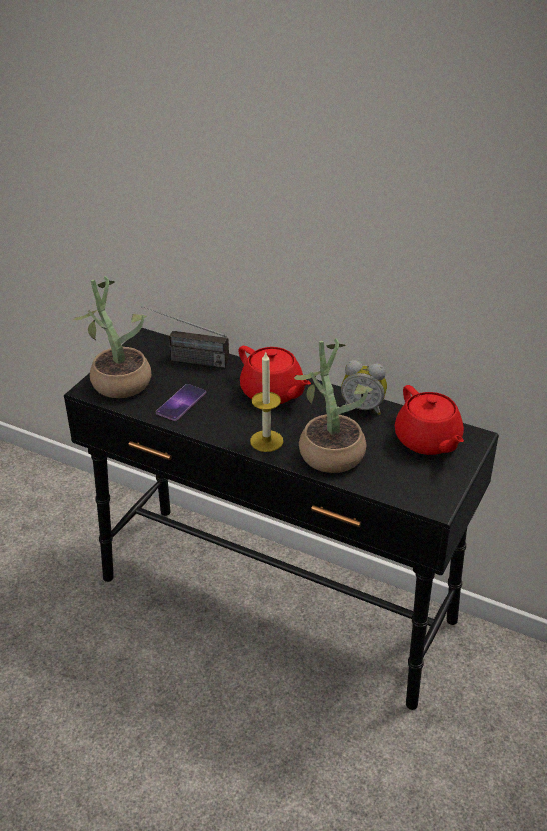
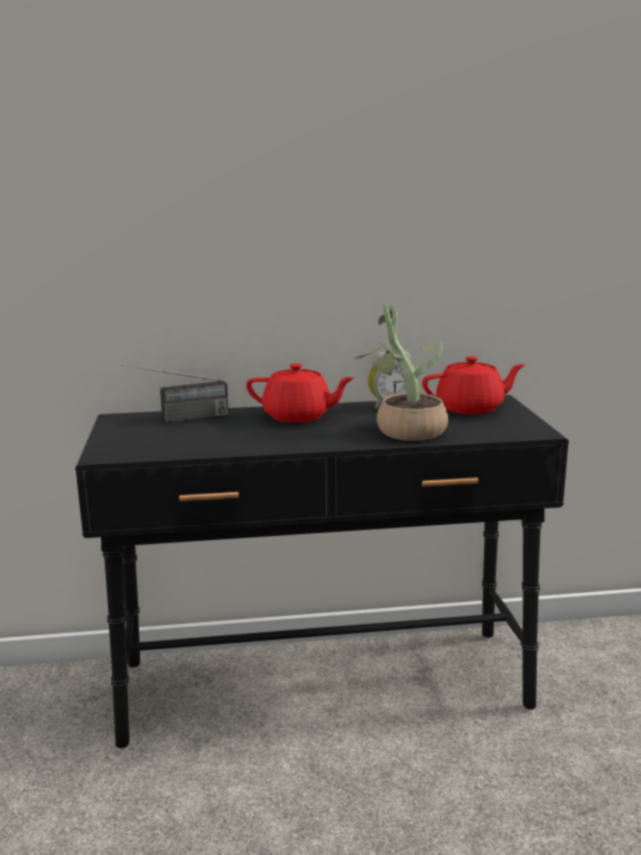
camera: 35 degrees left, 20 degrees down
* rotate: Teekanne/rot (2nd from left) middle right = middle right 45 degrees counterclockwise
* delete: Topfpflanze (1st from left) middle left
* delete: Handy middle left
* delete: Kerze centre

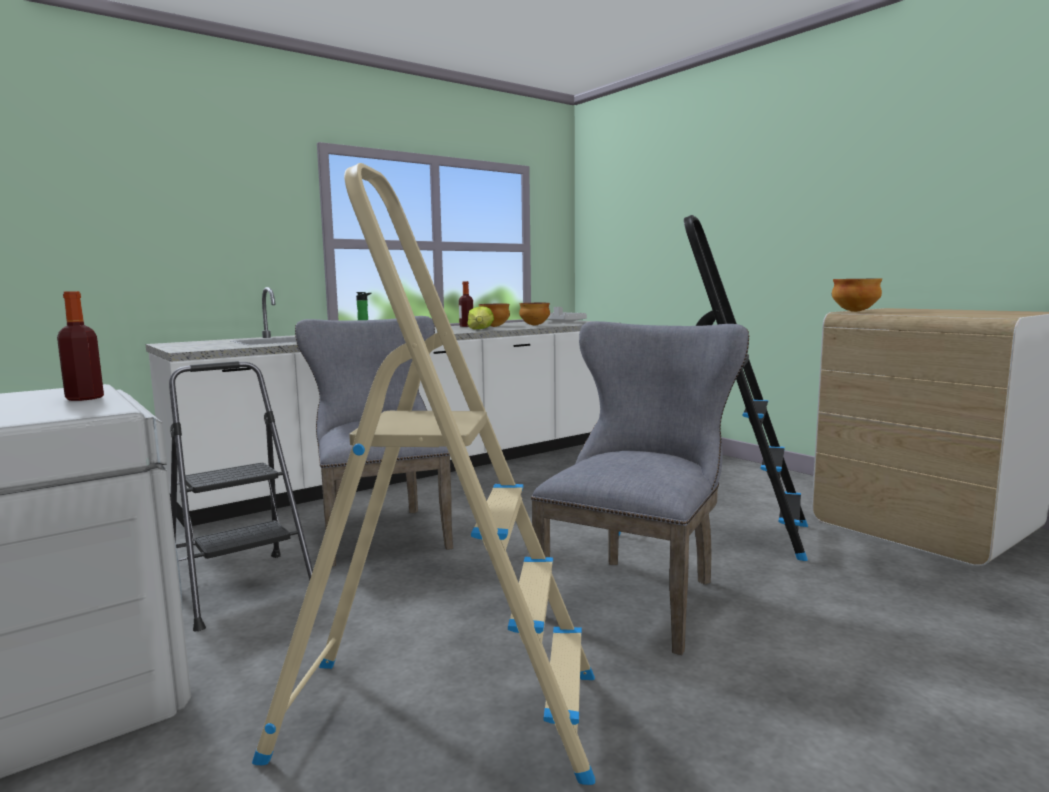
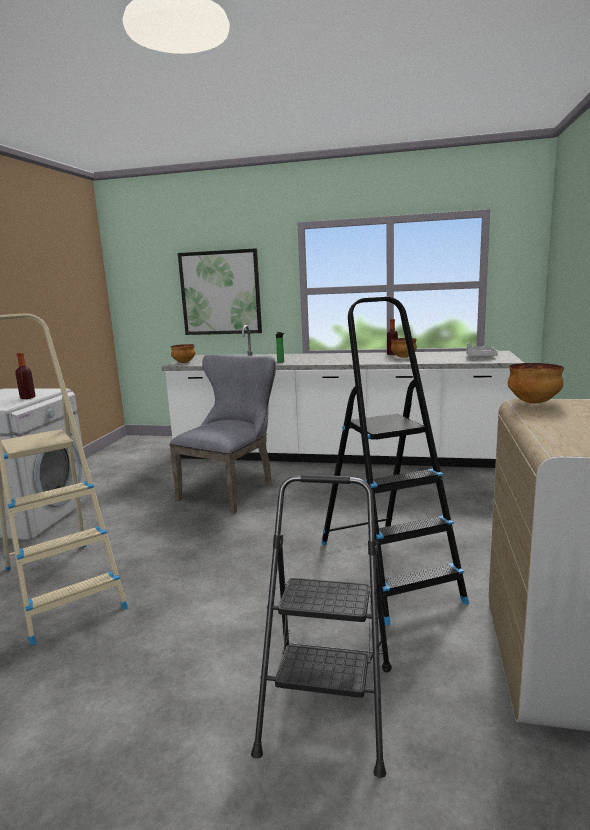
camera: 50 degrees right, 5 degrees up
* move: Schüssel (2nd from left in the first image) centre to Schüssel (1st from left) middle left
* insert: Bild centre
* move: Trittleiter/schwarz (1st from left) middle left to bottom centre
* delete: Salatkopf centre
* delete: Stuhl/grau (2nd from left) centre

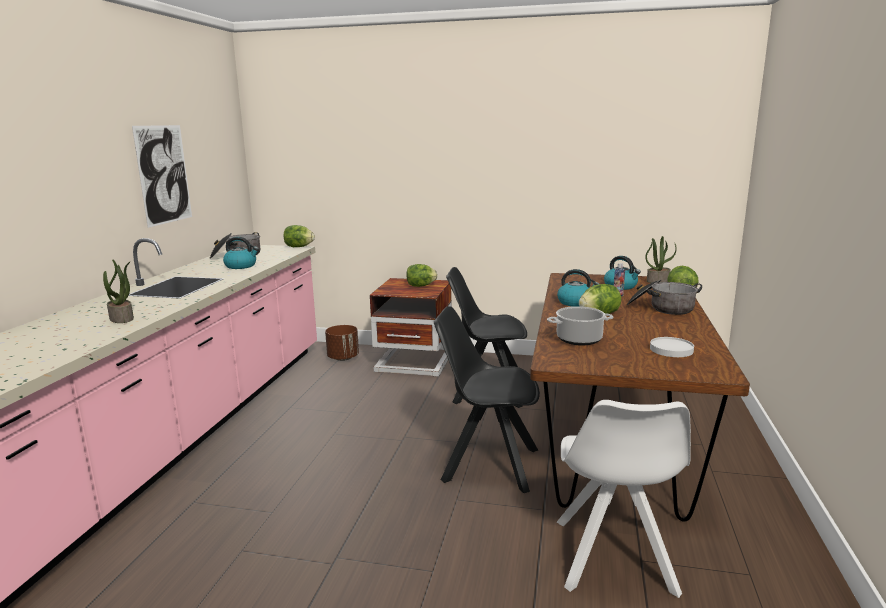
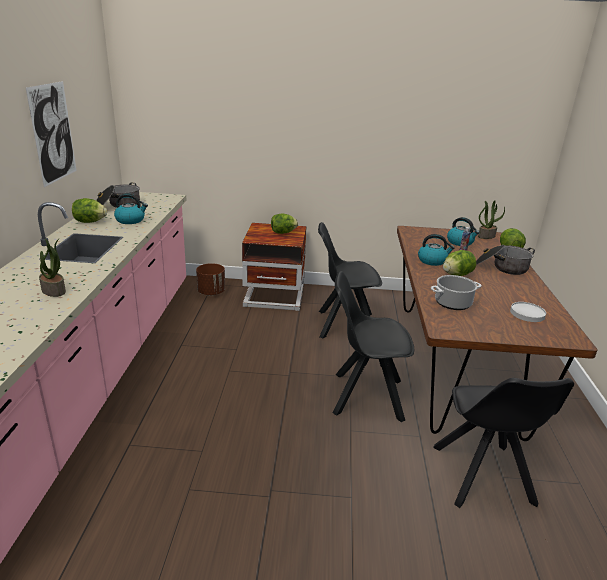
camera: 10 degrees left, 10 degrees up
* move: Salatkopf (1st from left) centre to middle left
* recolor: Stuhl/weiß bottom right to Stuhl/schwarz (3rd from left) bottom right

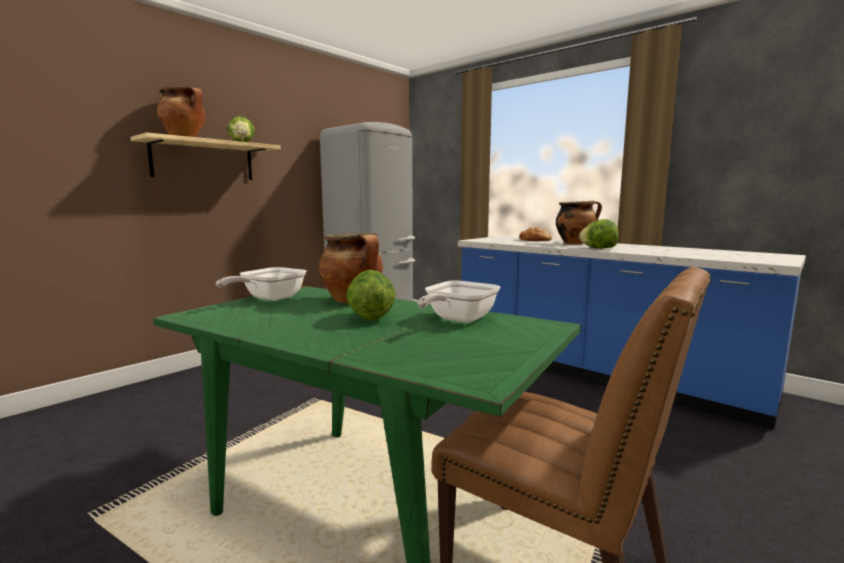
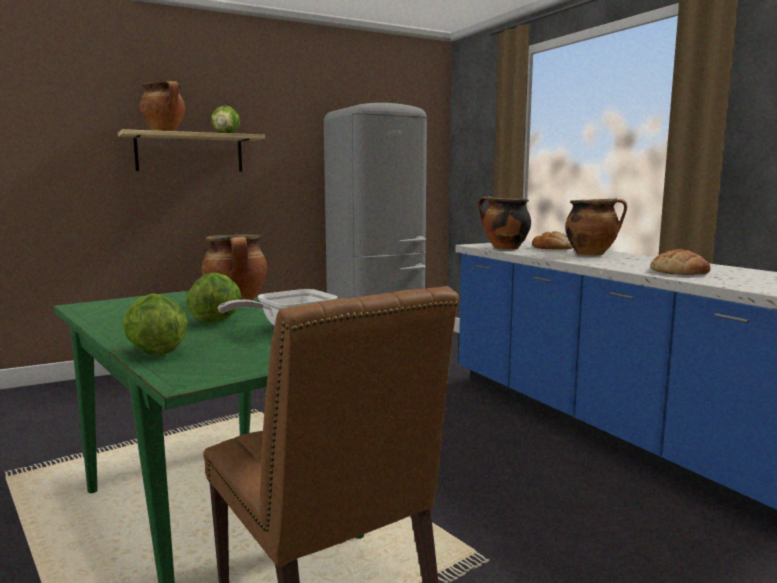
camera: 20 degrees right, 0 degrees up
* move: Salatkopf (3rd from left in the first image) middle right to Salatkopf (1st from left) middle left
* insert: Kochtopf (3rd from left) centre
* insert: Brot (2nd from left) middle right
* delete: Pfanne (1st from left) middle left

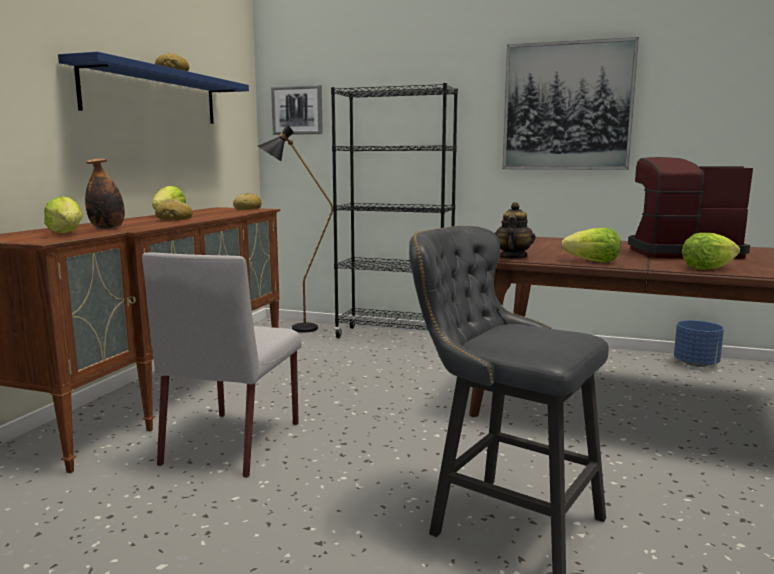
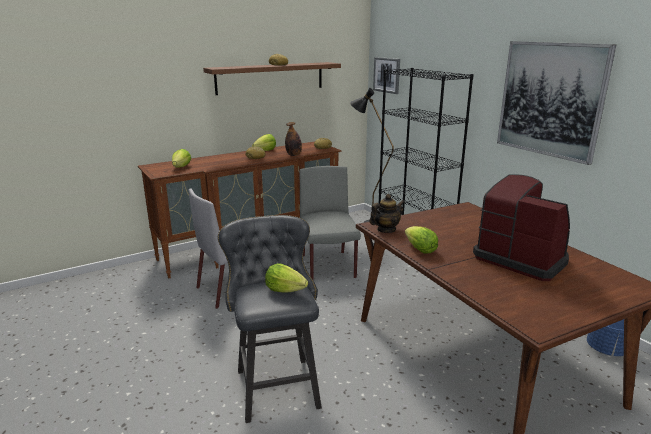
camera: 40 degrees right, 10 degrees up
* recolor: Wandregal/blau top left to Wandregal/braun top centre
* move: Salatkopf (4th from left in the first image) middle right to Salatkopf (3rd from left) centre
* move: Flasche middle left to top centre
* insert: Stuhl/grau (2nd from left) centre

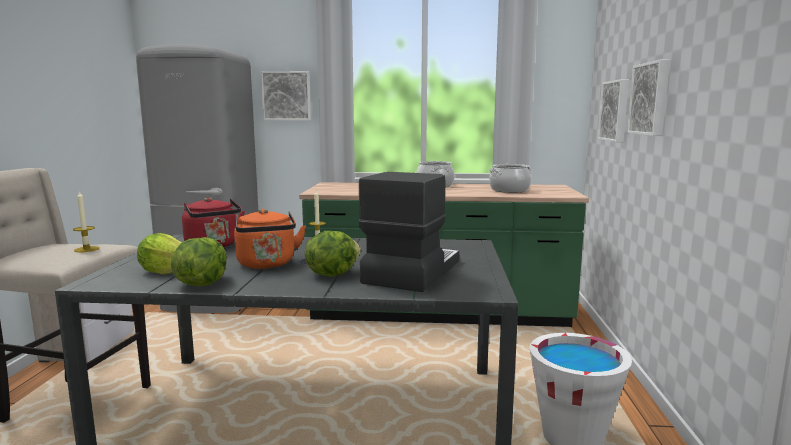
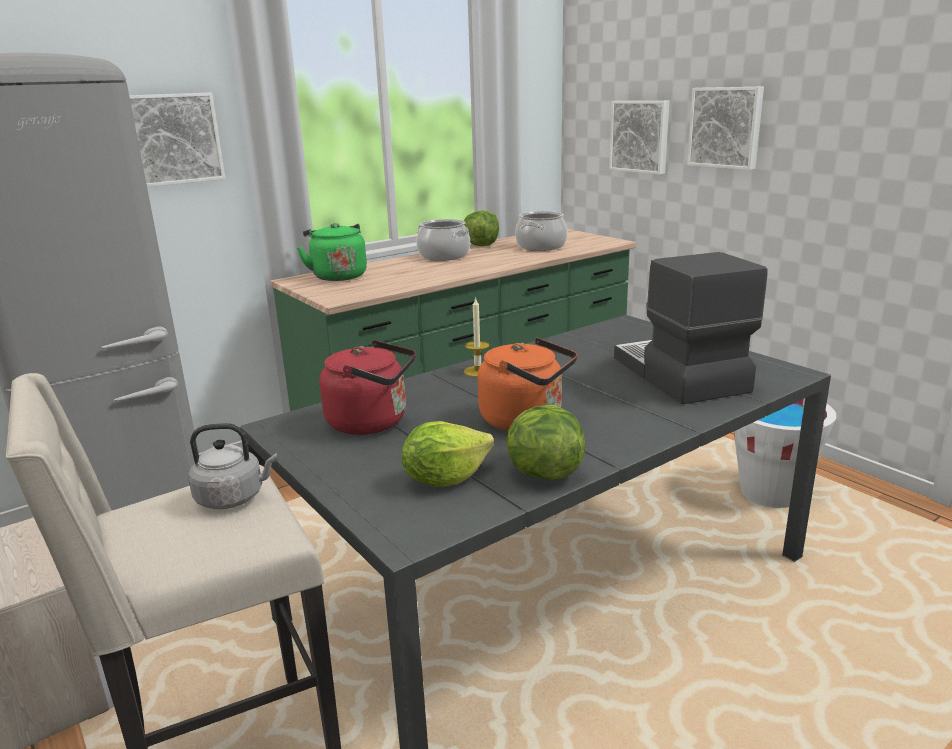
camera: 40 degrees left, 10 degrees up
* replace: Kerze (1st from left) middle left to Wasserkessel/grau middle left
* insert: Wasserkessel/grün centre
* move: Salatkopf (3rd from left in the first image) centre to Salatkopf (2nd from left) top centre

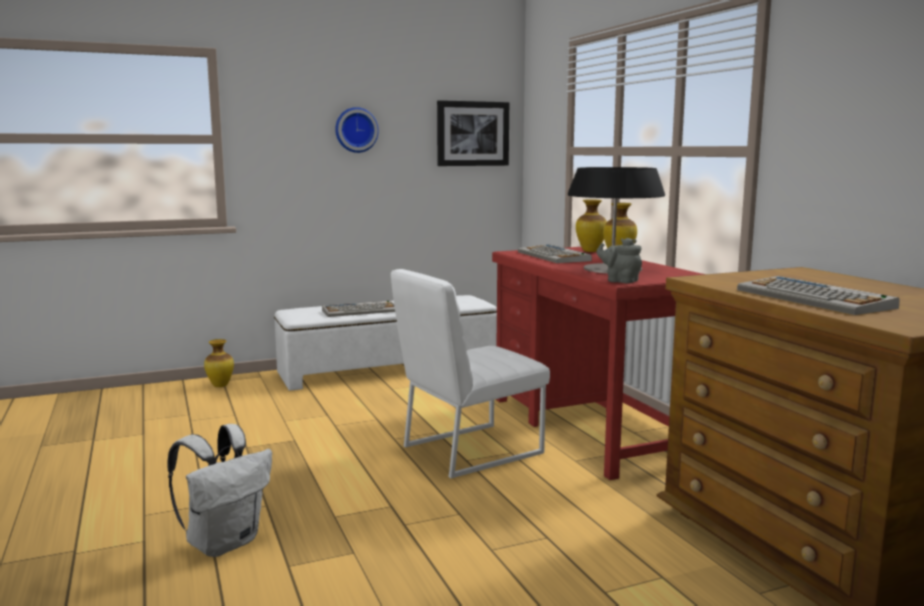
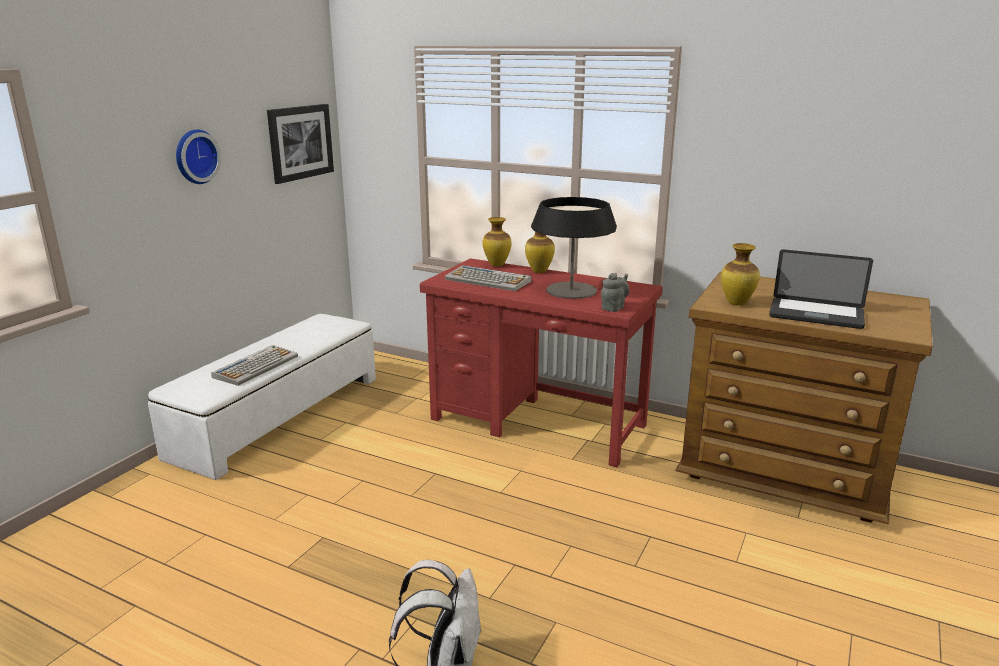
camera: 40 degrees left, 10 degrees up
* rotate: Teekanne/grau middle right = centre 135 degrees clockwise
* move: Vase (1st from left in the first image) middle left to Vase (3rd from left) middle right
* replace: Tastatur (3rd from left) middle right to Laptop middle right
* delete: Stuhl/weiß centre

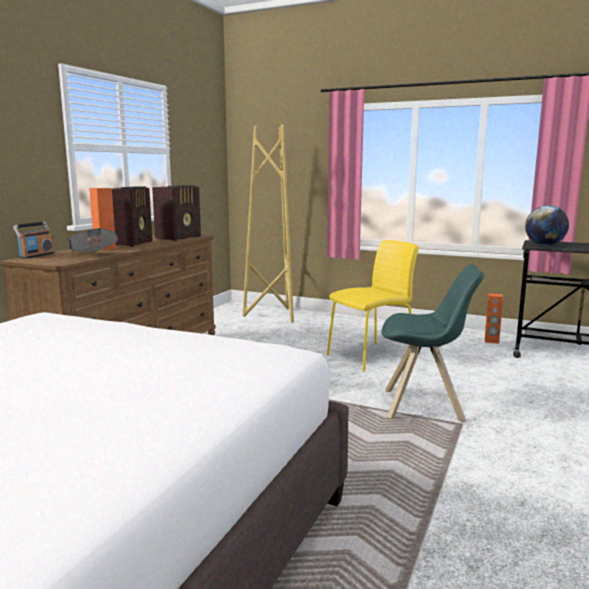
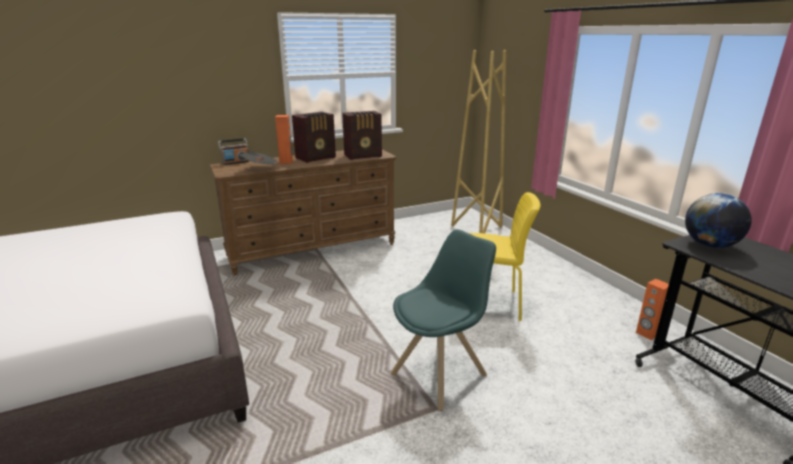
camera: 40 degrees right, 10 degrees up
* rotate: Stuhl/türkis middle right = bottom centre 90 degrees counterclockwise

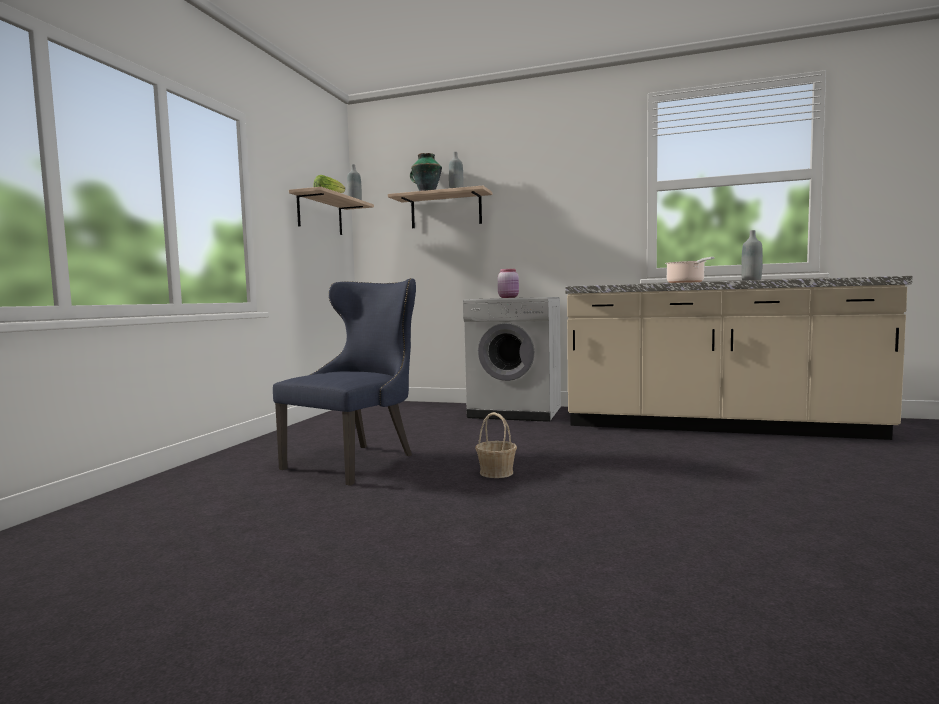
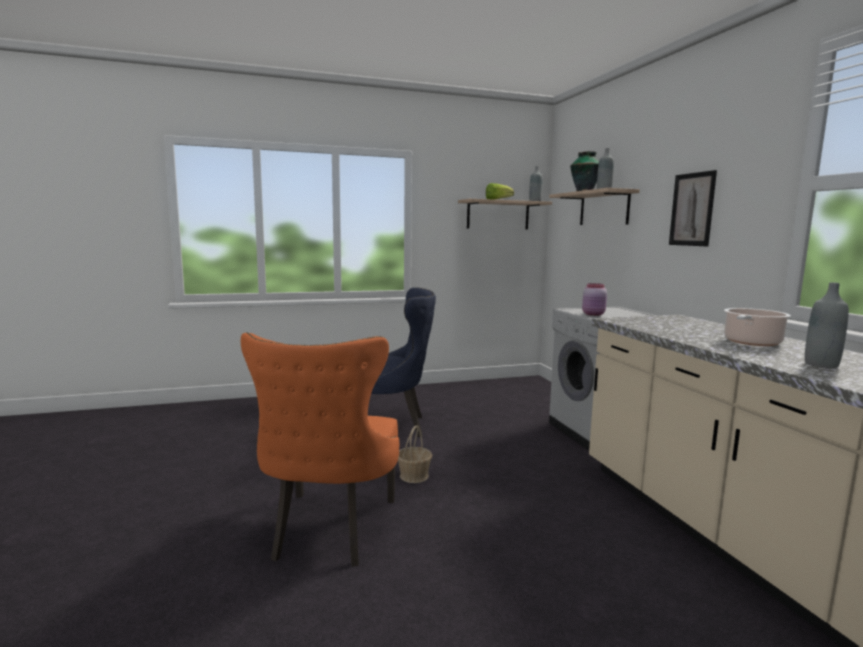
camera: 55 degrees right, 5 degrees up
* insert: Stuhl/orange bottom centre
* insert: Bild top right

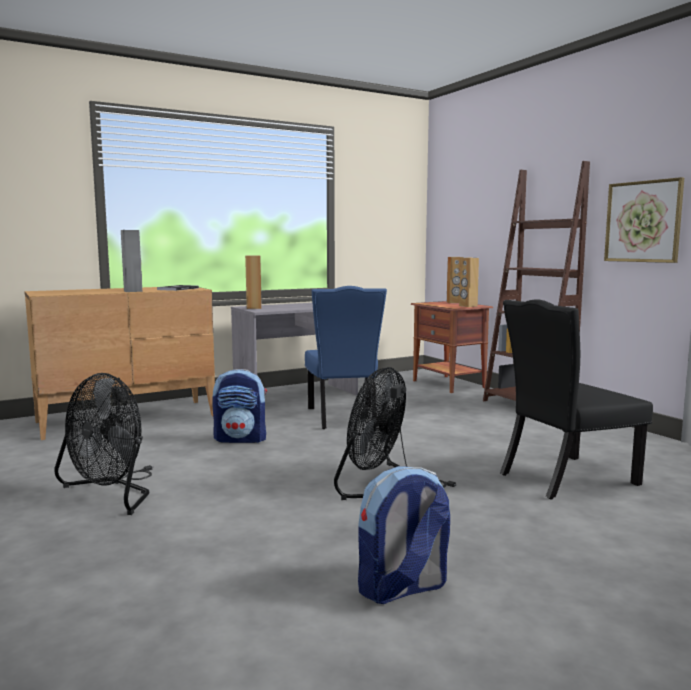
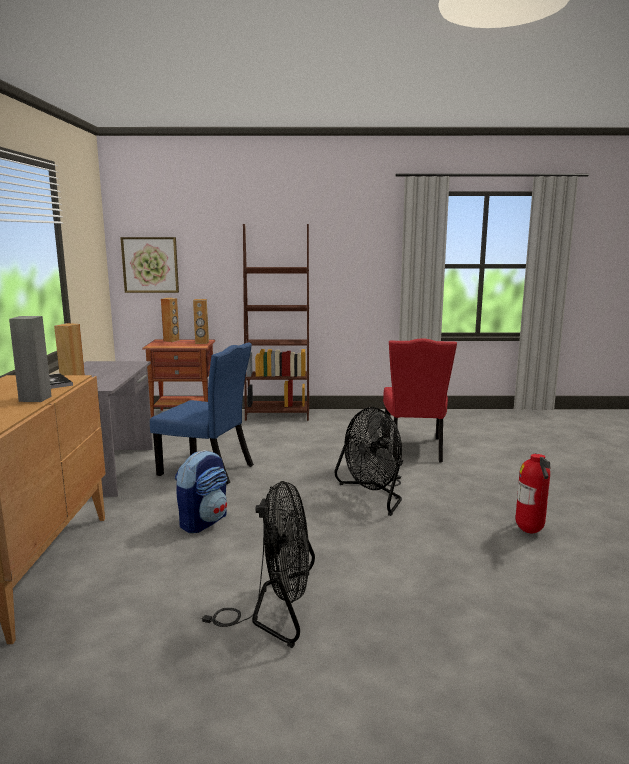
camera: 60 degrees left, 5 degrees up
* move: Bild top right to middle left
* rotate: Ventilator/schwarz (1st from left) middle left = bottom centre 60 degrees counterclockwise
* recolor: Stuhl/schwarz middle right to Stuhl/rot middle right
* replace: Rucksack (2nd from left) bottom centre to Feuerlöscher middle right

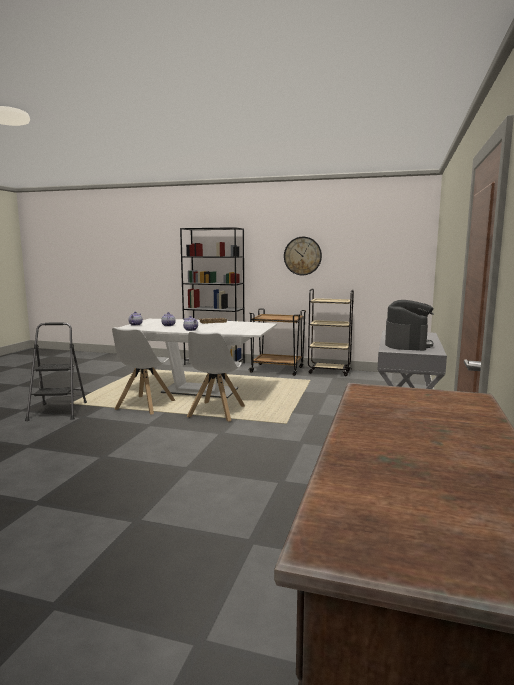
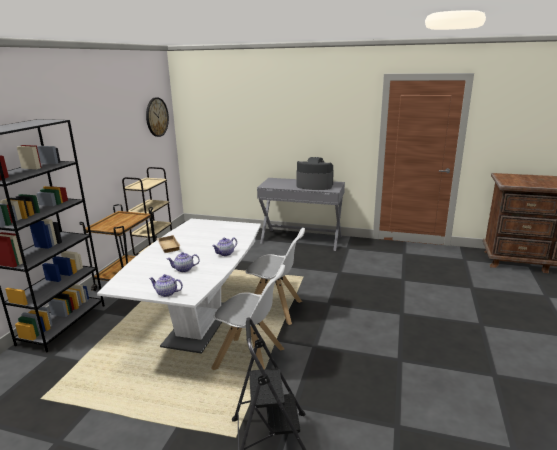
camera: 90 degrees left, 10 degrees up
* move: Wanduhr centre to top left

